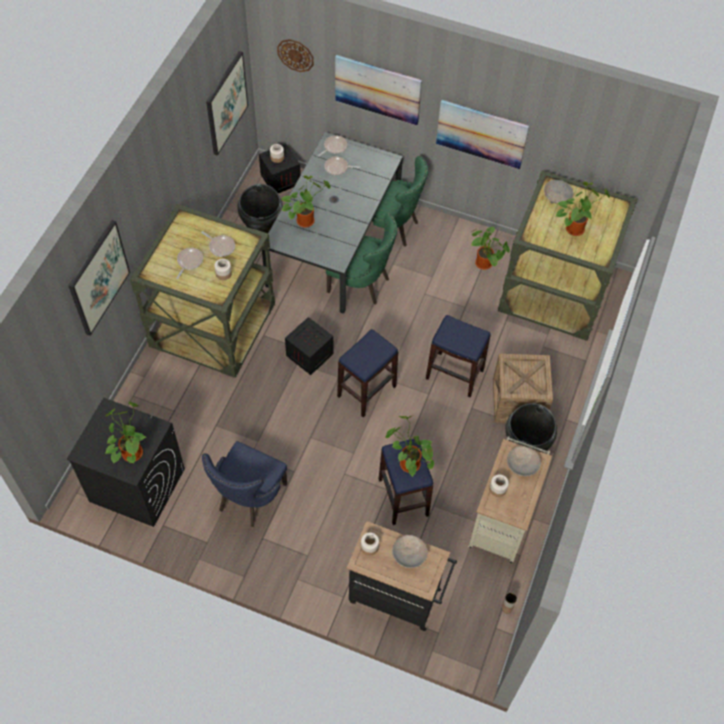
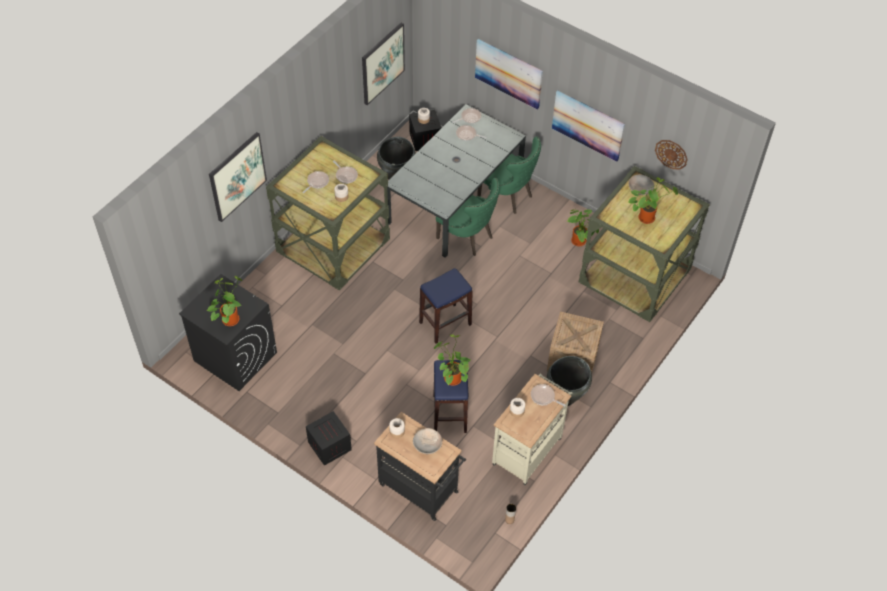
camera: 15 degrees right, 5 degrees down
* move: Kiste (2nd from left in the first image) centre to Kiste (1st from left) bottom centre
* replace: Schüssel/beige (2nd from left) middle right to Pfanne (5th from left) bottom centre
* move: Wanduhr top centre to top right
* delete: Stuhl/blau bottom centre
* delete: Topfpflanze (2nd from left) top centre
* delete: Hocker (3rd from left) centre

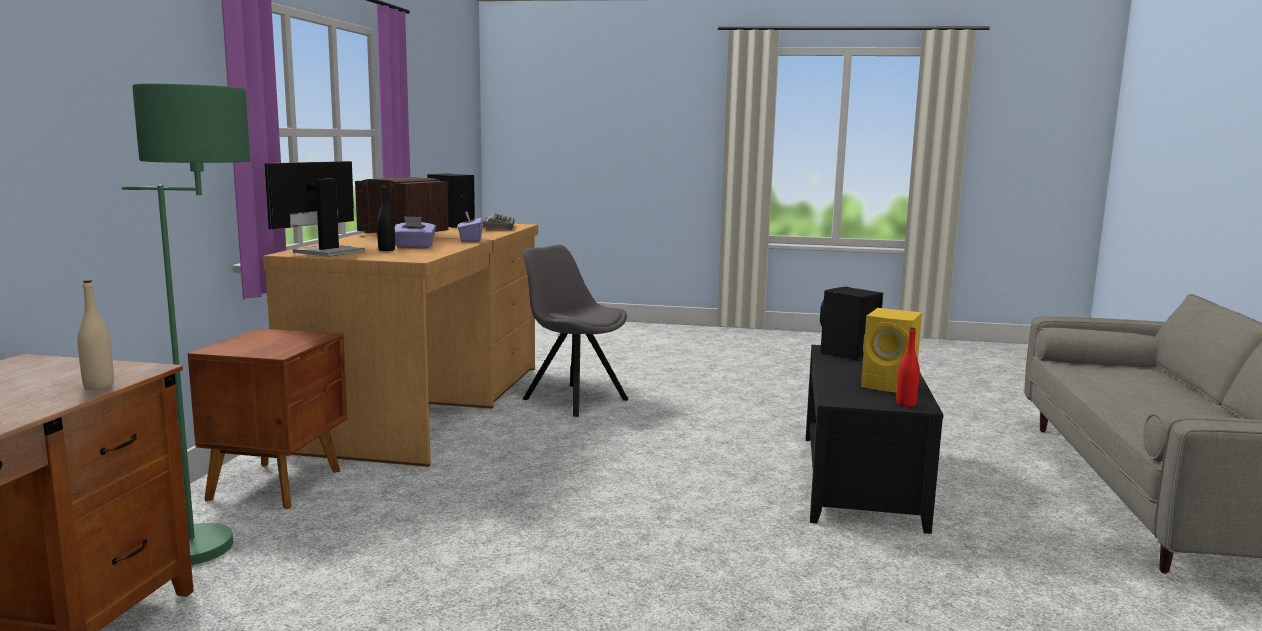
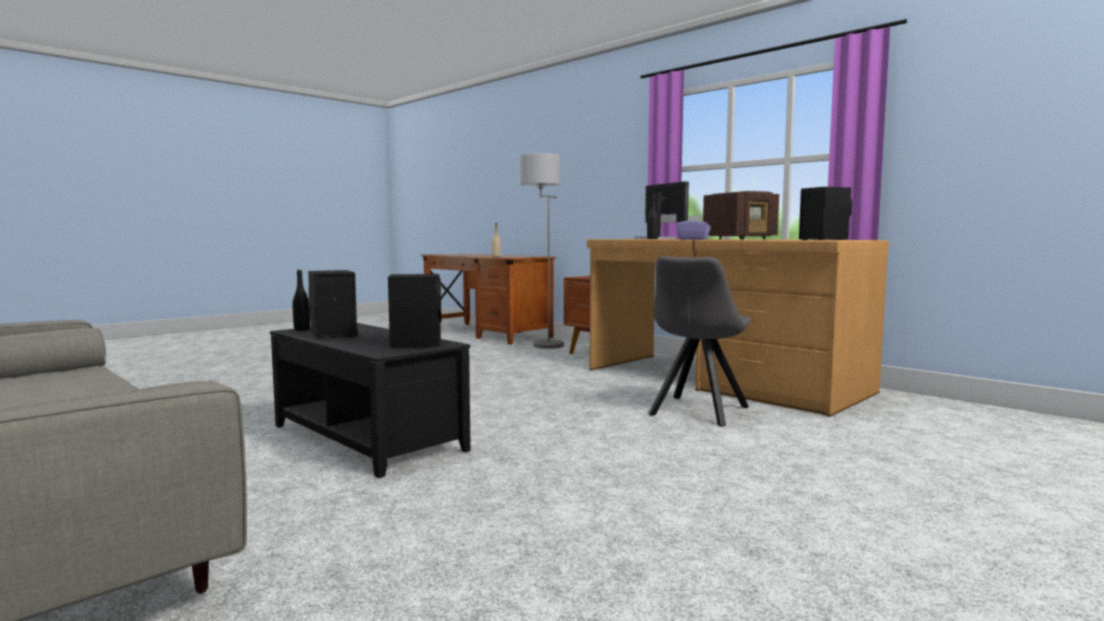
camera: 125 degrees right, 5 degrees down
* recolor: Flasche/rot middle right to Flasche/schwarz (1st from left) middle left
* recolor: Lautsprecher/gelb middle right to Lautsprecher/schwarz (1st from left) middle left
* recolor: Stehlampe/grün middle left to Stehlampe/grau centre
* rotate: Stuhl/grau centre = centre 135 degrees clockwise
* delete: Taschentuchbox/lila (1st from left) middle left
* delete: Tastatur centre

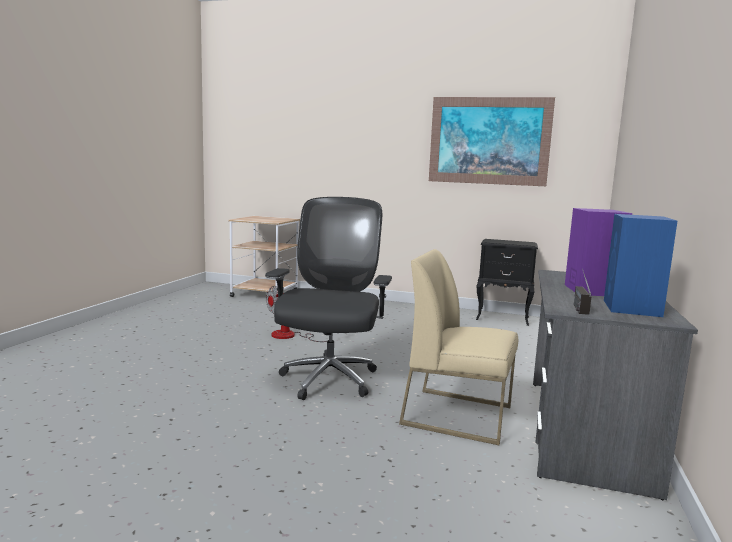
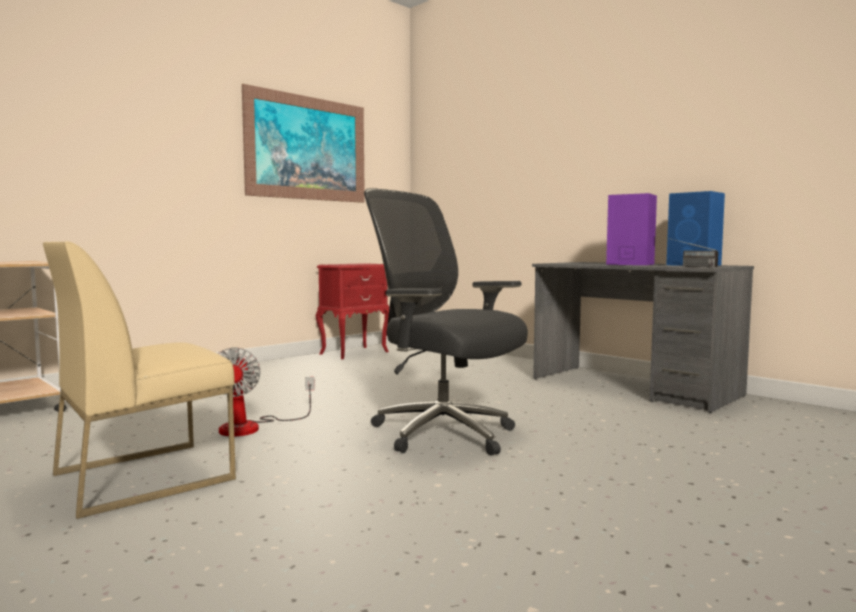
camera: 60 degrees left, 5 degrees down
* move: Stuhl/beige centre to middle left
* recolor: Nachttisch/schwarz middle right to Nachttisch/rot centre

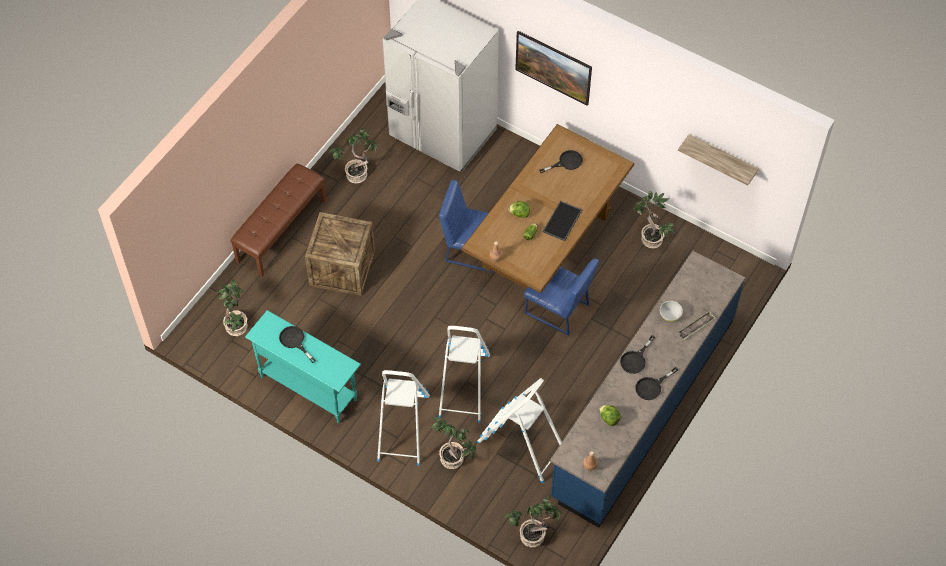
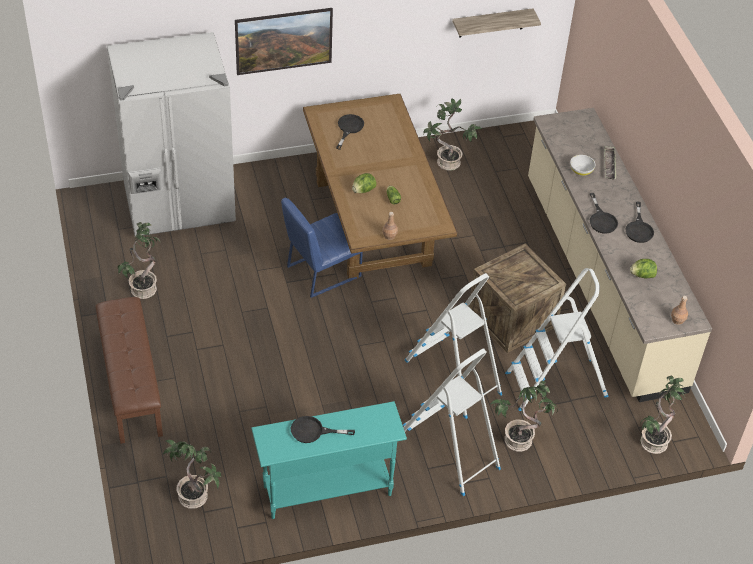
camera: 50 degrees left, 10 degrees down
* move: Kiste centre to middle right
* recolor: Küchenzeile/blau bottom right to Küchenzeile/beige middle right
* delete: Stuhl/blau (2nd from left) centre
* delete: Tablett (1st from left) centre

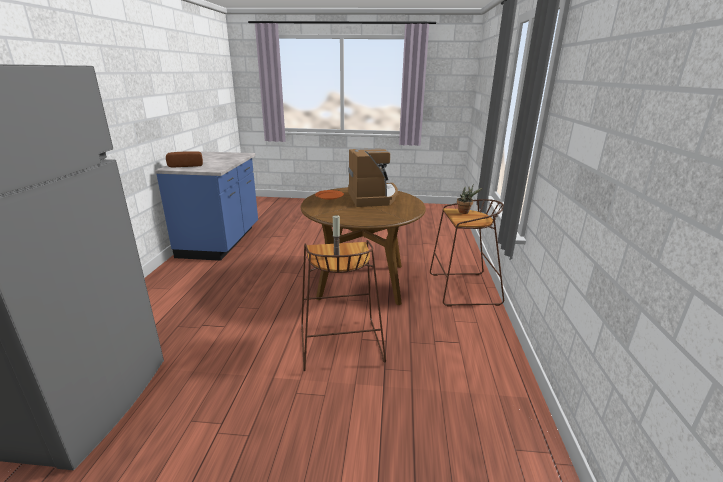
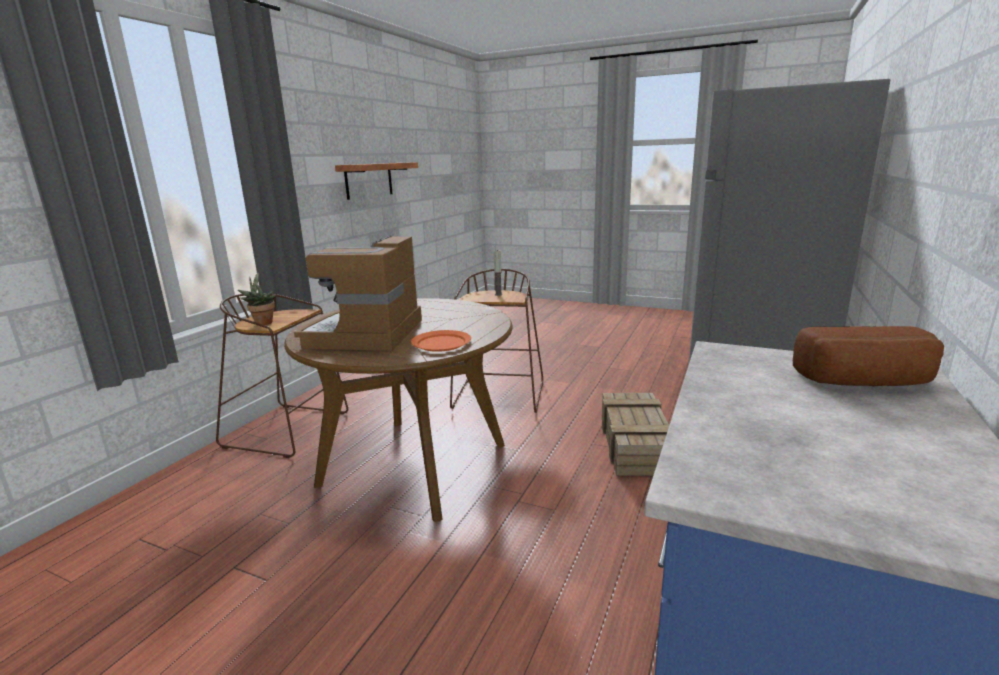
camera: 160 degrees left, 5 degrees down
* insert: Wandregal top centre
* insert: Kiste centre

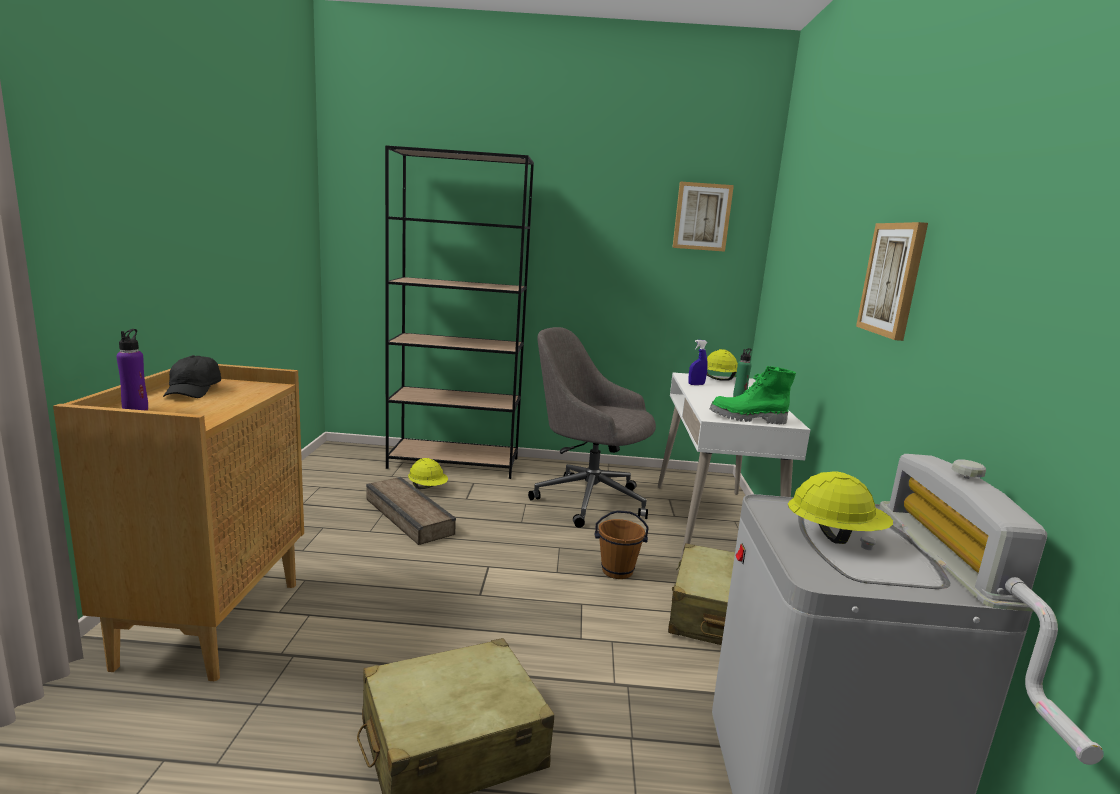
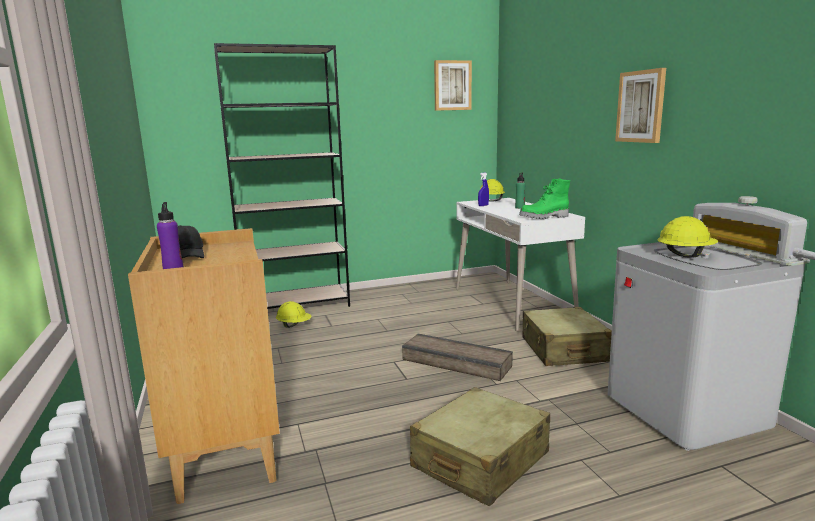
camera: 20 degrees left, 0 degrees up
* move: Kiste centre to bottom centre
* delete: Bürostuhl/grau centre
* delete: Eimer/braun bottom centre

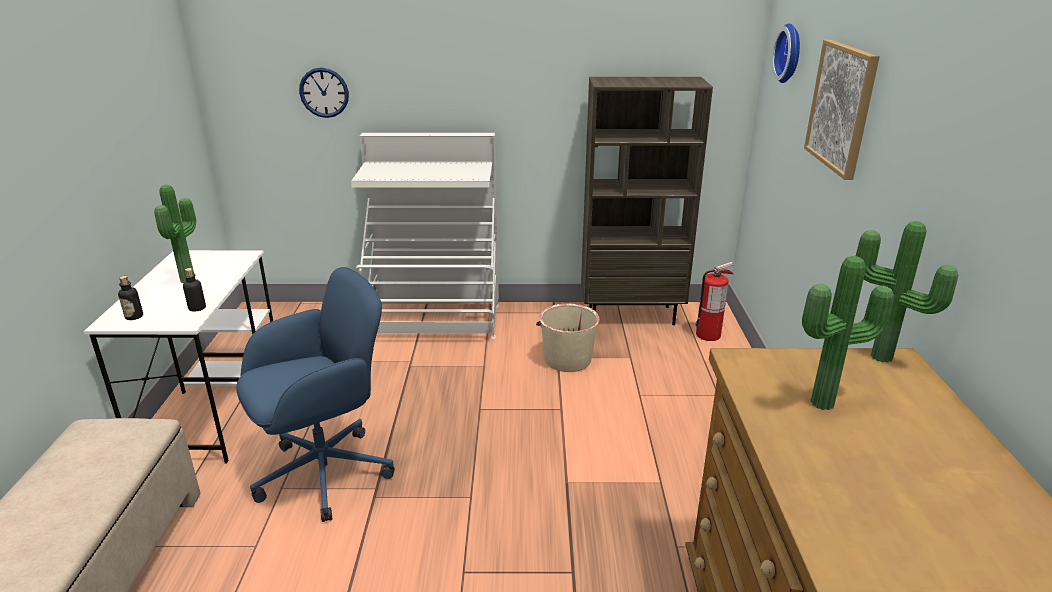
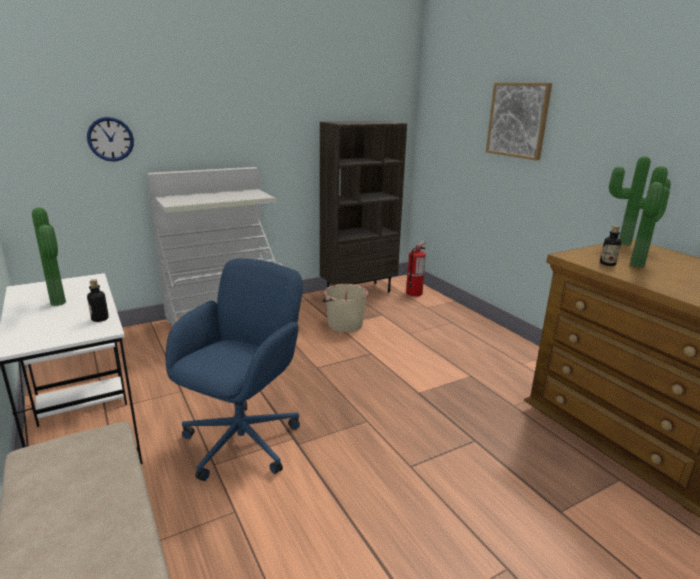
camera: 30 degrees left, 5 degrees down
* move: Flasche (1st from left in the first image) middle left to Flasche (2nd from left) middle right
* delete: Wanduhr (2nd from left) top right

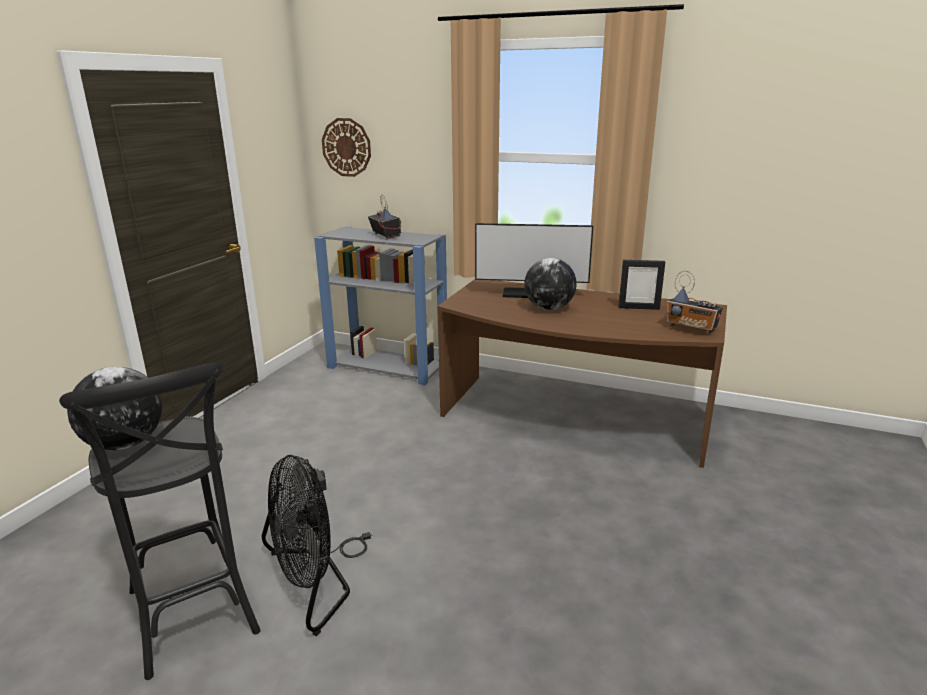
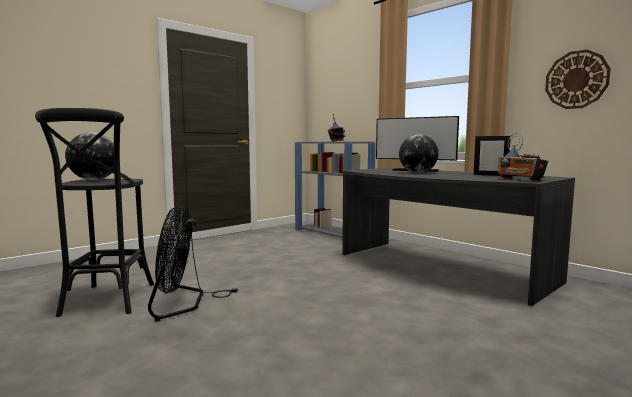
camera: 25 degrees right, 15 degrees down
* recolor: Schreibtisch/braun centre to Schreibtisch/grau middle right
* move: Wanduhr top centre to top right

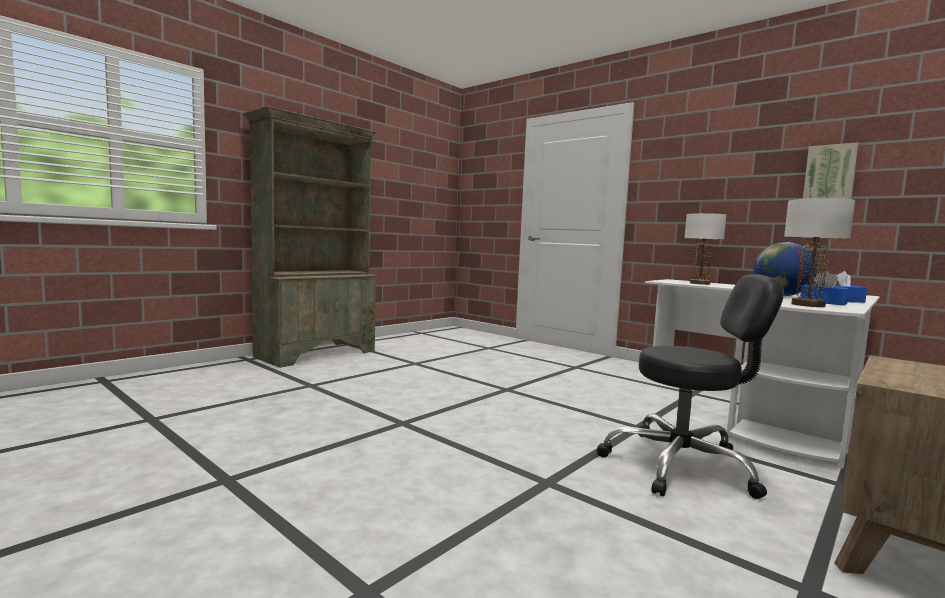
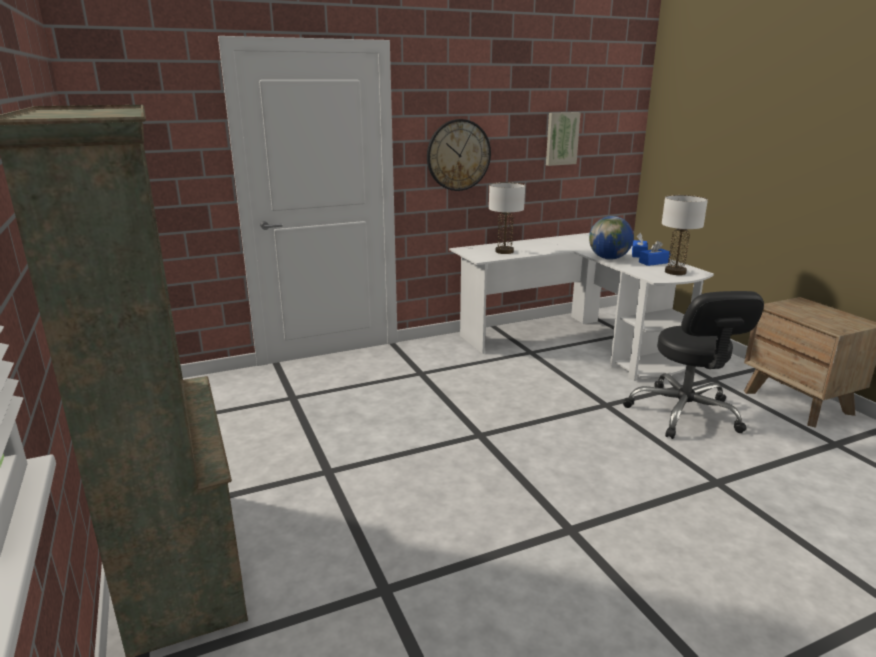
camera: 65 degrees left, 15 degrees up
* insert: Wanduhr top centre
* rotate: Bürostuhl/schwarz middle right = middle right 135 degrees clockwise

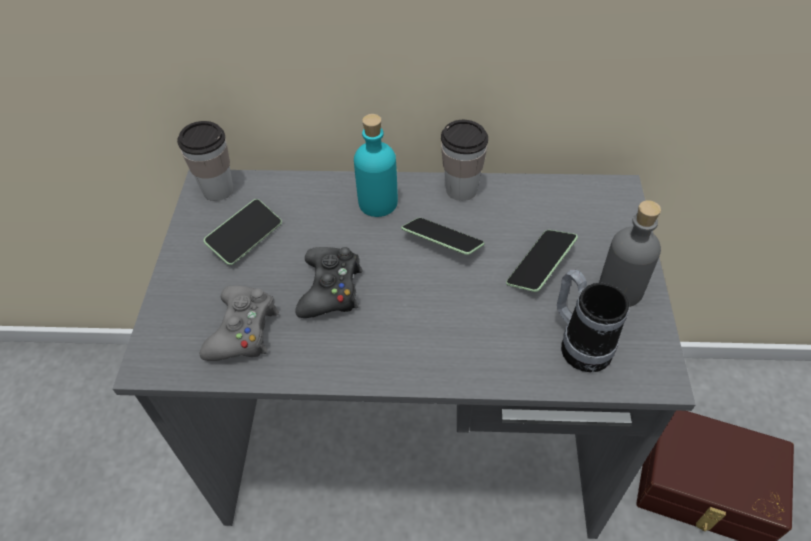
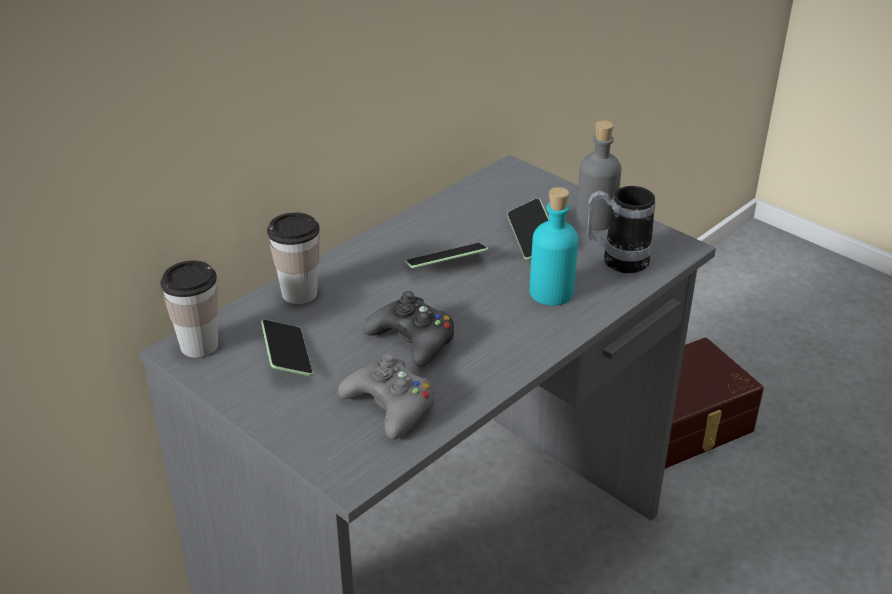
camera: 50 degrees left, 15 degrees down
* move: Tasse (2nd from left) top centre to middle left
* move: Flasche/türkis top centre to centre

